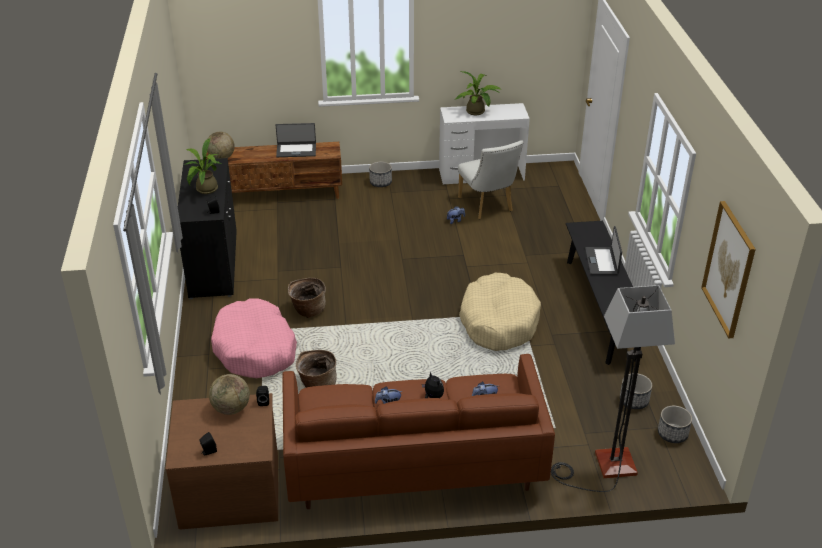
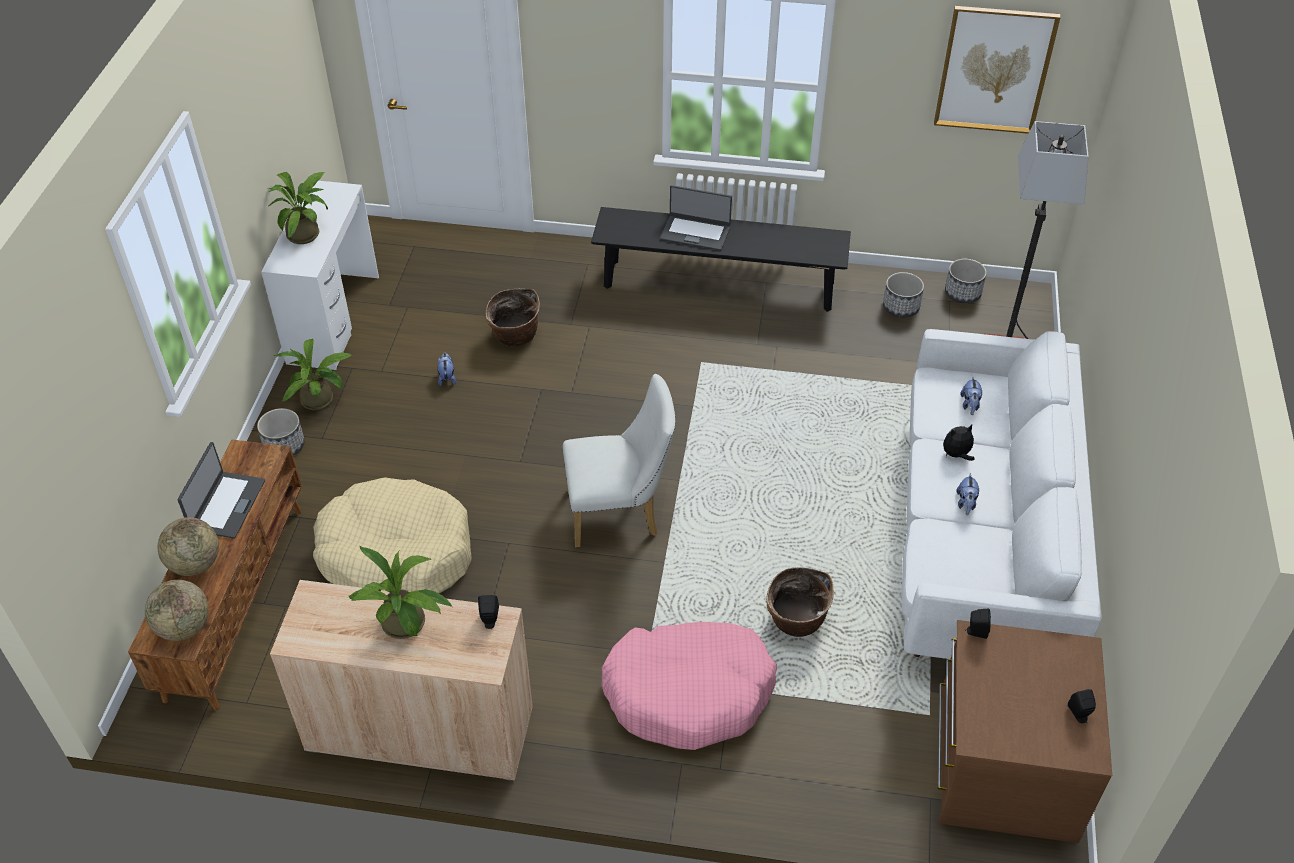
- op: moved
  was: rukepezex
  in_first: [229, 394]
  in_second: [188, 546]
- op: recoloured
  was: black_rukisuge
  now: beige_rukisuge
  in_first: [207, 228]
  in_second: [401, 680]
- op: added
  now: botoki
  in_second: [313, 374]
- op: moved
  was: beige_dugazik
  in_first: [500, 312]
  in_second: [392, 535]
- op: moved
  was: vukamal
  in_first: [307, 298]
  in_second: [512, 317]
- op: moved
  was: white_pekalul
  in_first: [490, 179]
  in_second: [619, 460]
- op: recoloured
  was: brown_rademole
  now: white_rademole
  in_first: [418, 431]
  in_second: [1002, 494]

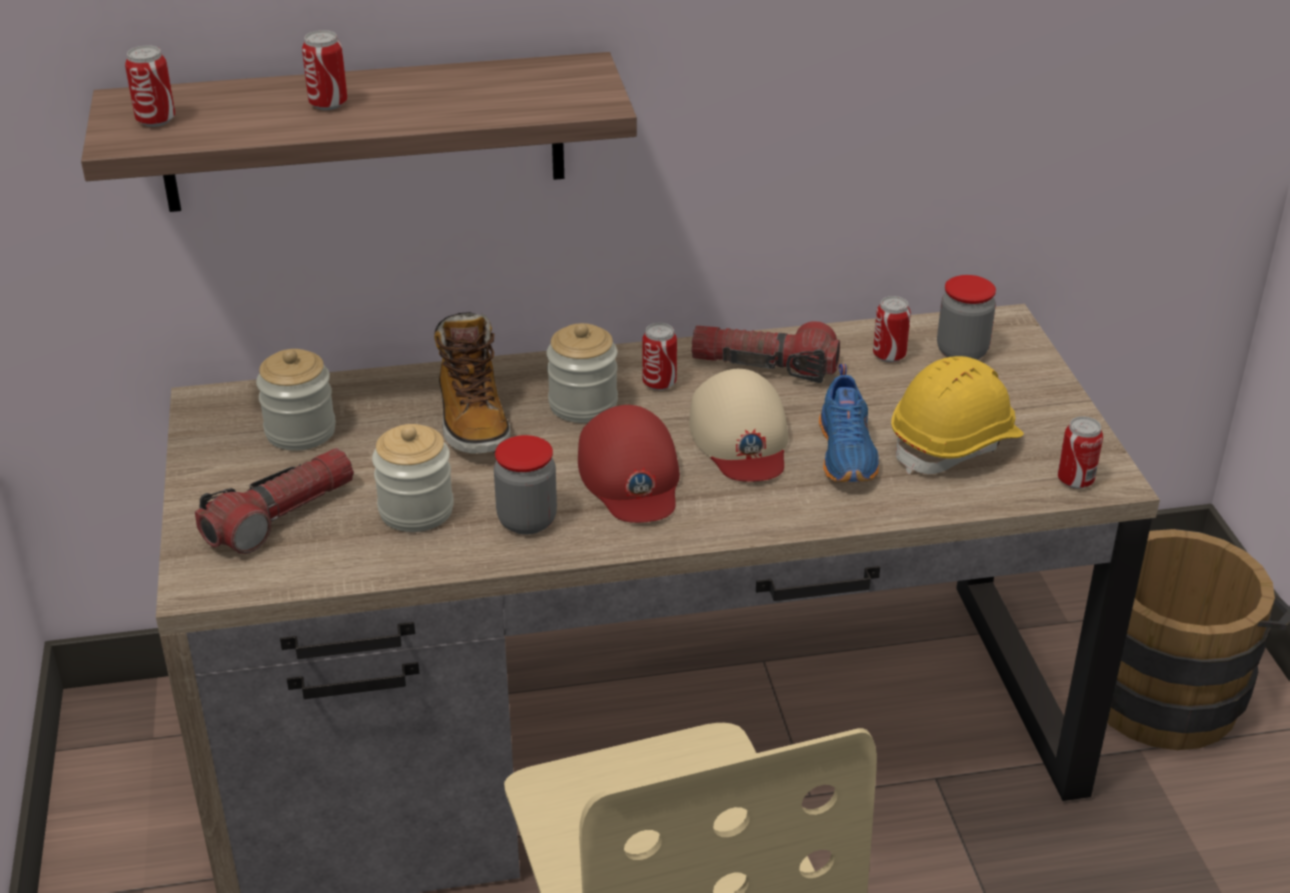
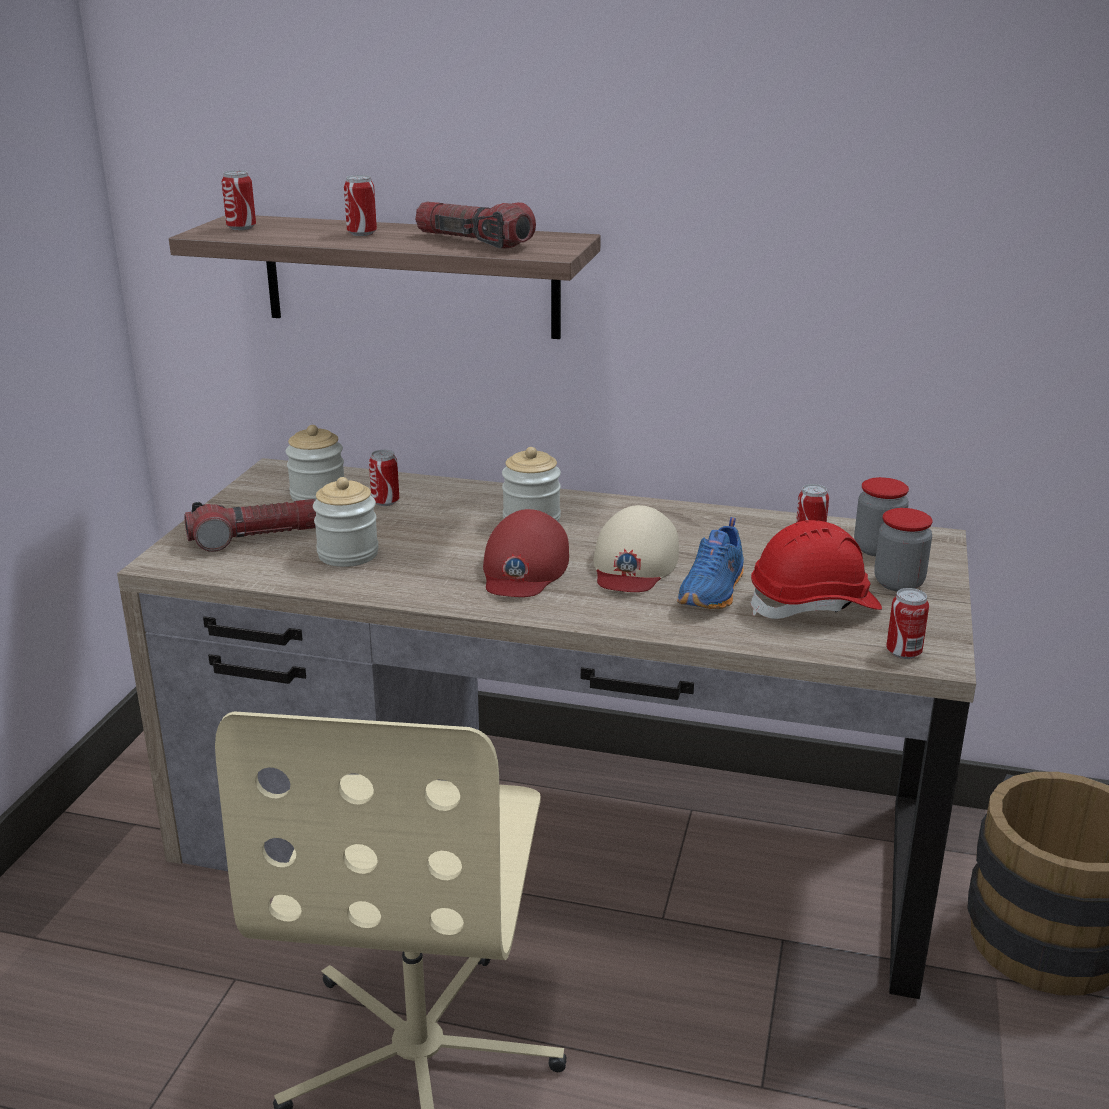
- op: moved
  was: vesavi
  in_first: [659, 357]
  in_second: [384, 478]
- op: moved
  was: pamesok
  in_first: [765, 352]
  in_second: [475, 225]
- op: recoloured
  was: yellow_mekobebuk
  now: red_mekobebuk
  in_first: [957, 415]
  in_second: [816, 569]
- op: moved
  was: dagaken
  in_first: [525, 485]
  in_second: [903, 549]
- op: removed
  was: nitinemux
  in_first: [472, 383]

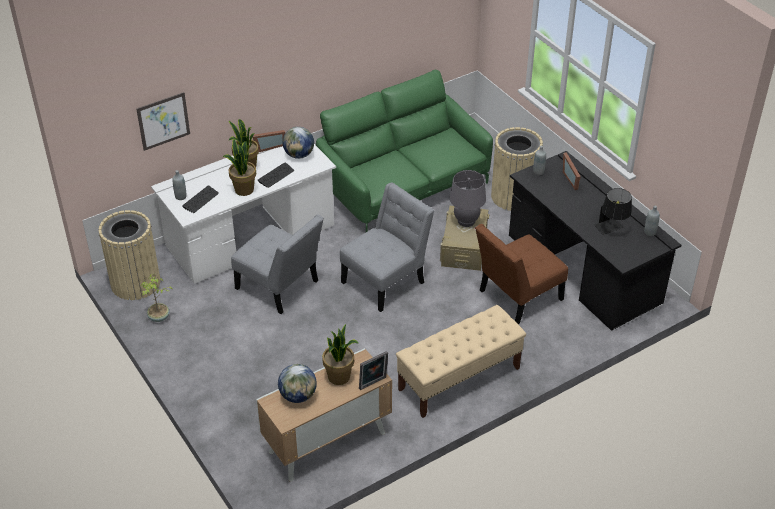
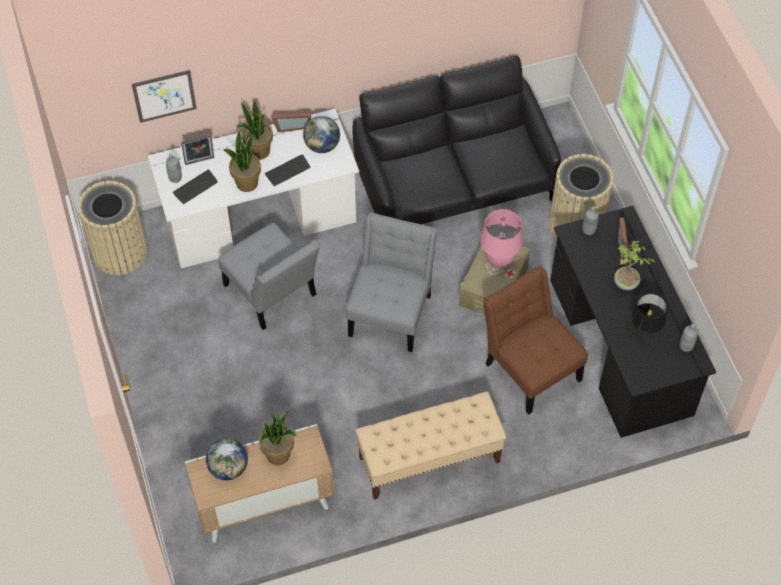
- op: moved
  was: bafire
  in_first: [373, 370]
  in_second: [197, 149]
- op: turned
  was: grey_pekalul
  in_first: [387, 247]
  in_second: [391, 282]
  clockwise: -45
- op: recoloured
  was: green_rademole
  now: black_rademole
  in_first: [404, 151]
  in_second: [456, 140]
- op: recoloured
  was: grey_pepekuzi
  now: pink_pepekuzi
  in_first: [468, 198]
  in_second: [501, 239]
- op: turned
  was: brown_pekalul
  in_first: [521, 274]
  in_second: [535, 340]
  clockwise: 75
- op: moved
  was: botoki
  in_first: [157, 298]
  in_second: [634, 265]

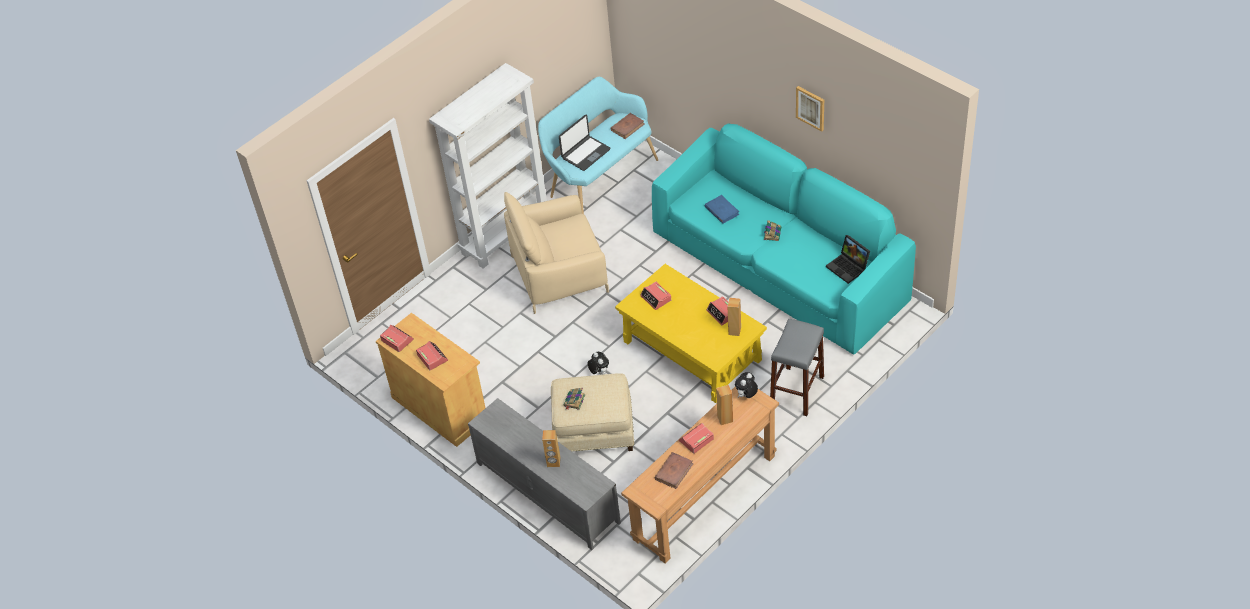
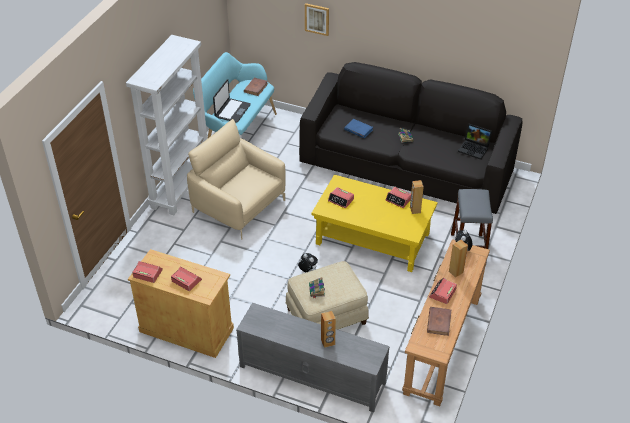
- op: turned
  was: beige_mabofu
  in_first: [556, 253]
  in_second: [236, 179]
  clockwise: 75
- op: recoloured
  was: turquoise_rademole
  now: black_rademole
  in_first: [784, 239]
  in_second: [411, 138]
- op: moved
  was: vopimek
  in_first: [810, 109]
  in_second: [317, 19]

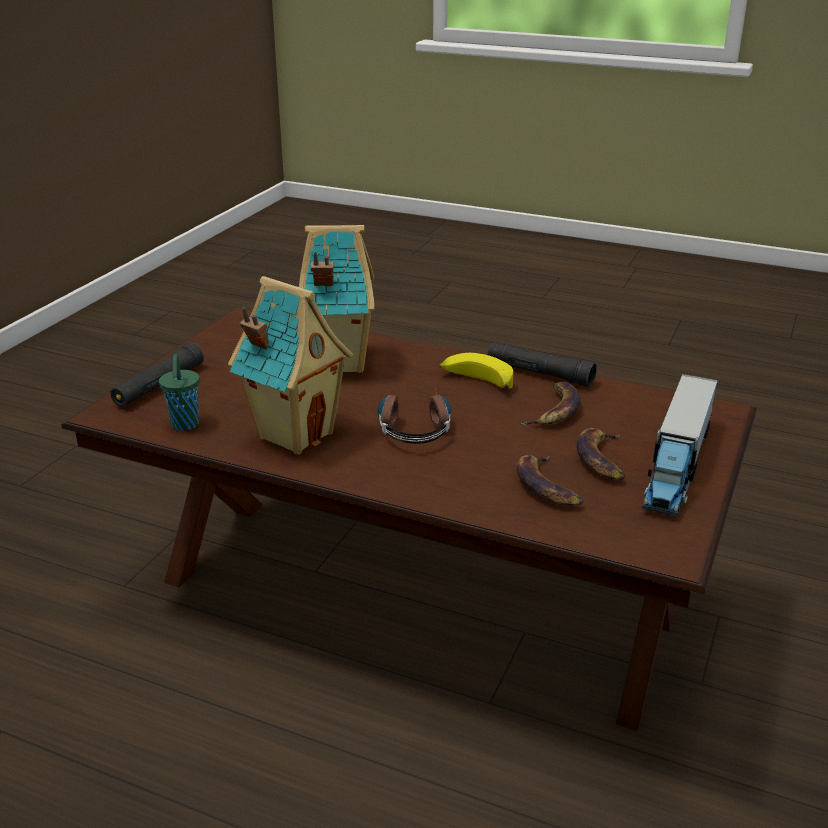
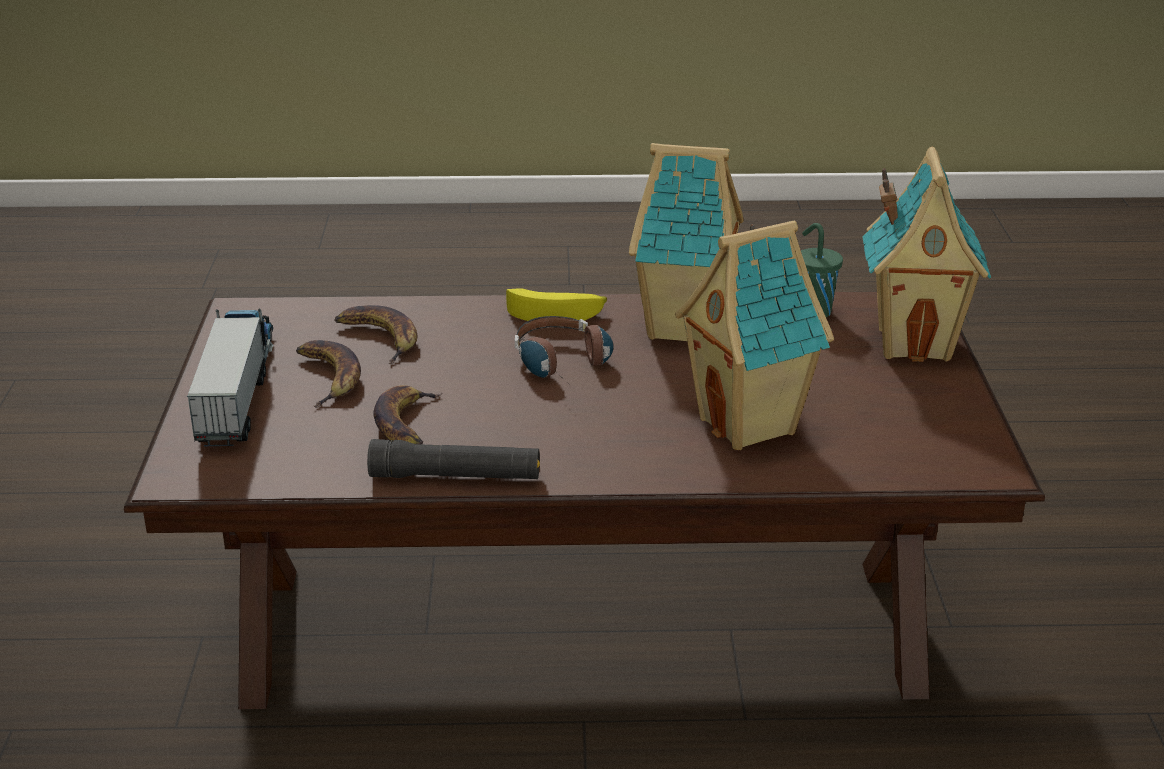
- op: moved
  was: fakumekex
  in_first: [476, 371]
  in_second: [556, 304]
- op: replaced
  was: black_pamesok
  now: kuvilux
  in_first: [157, 374]
  in_second: [926, 254]

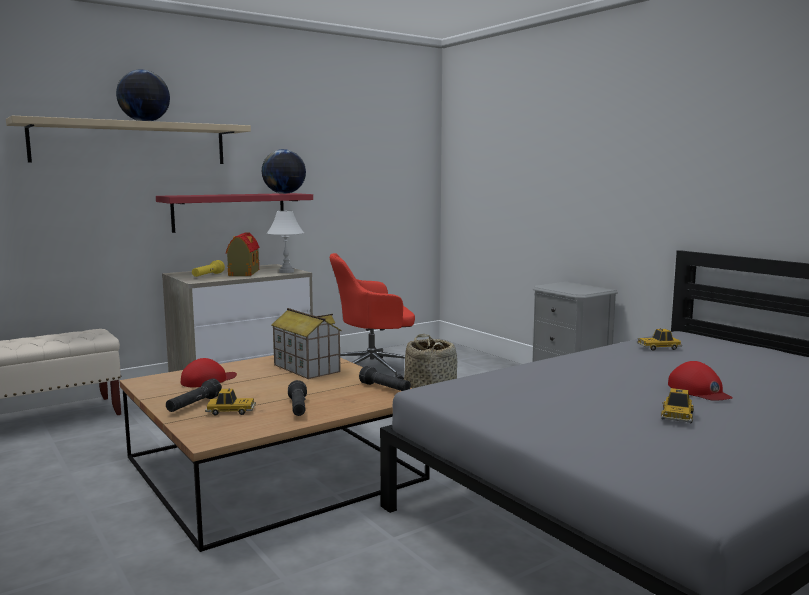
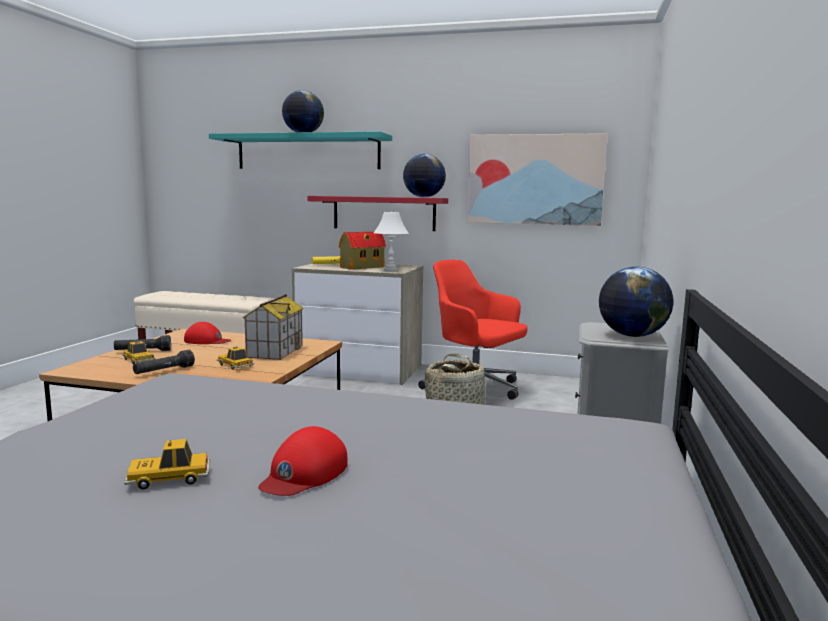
- op: recoloured
  was: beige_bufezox
  now: turquoise_bufezox
  in_first: [128, 140]
  in_second: [300, 150]
- op: moved
  was: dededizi
  in_first: [659, 339]
  in_second: [235, 358]
- op: added
  now: vopimek
  in_second: [538, 179]
- op: added
  now: rukepezex
  in_second: [636, 302]
- op: removed
  was: black_pamesok
  in_first: [385, 378]

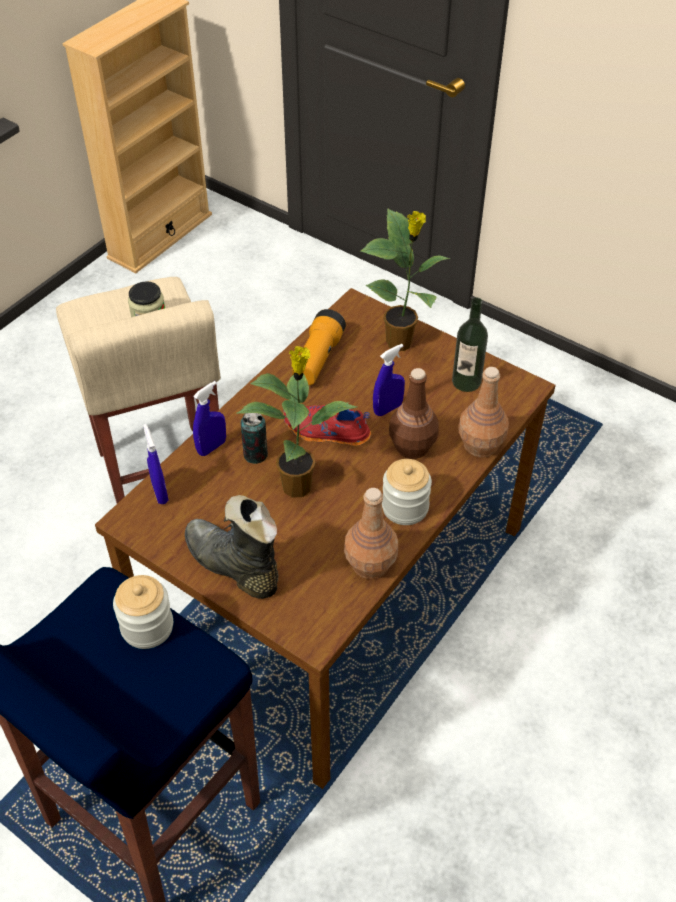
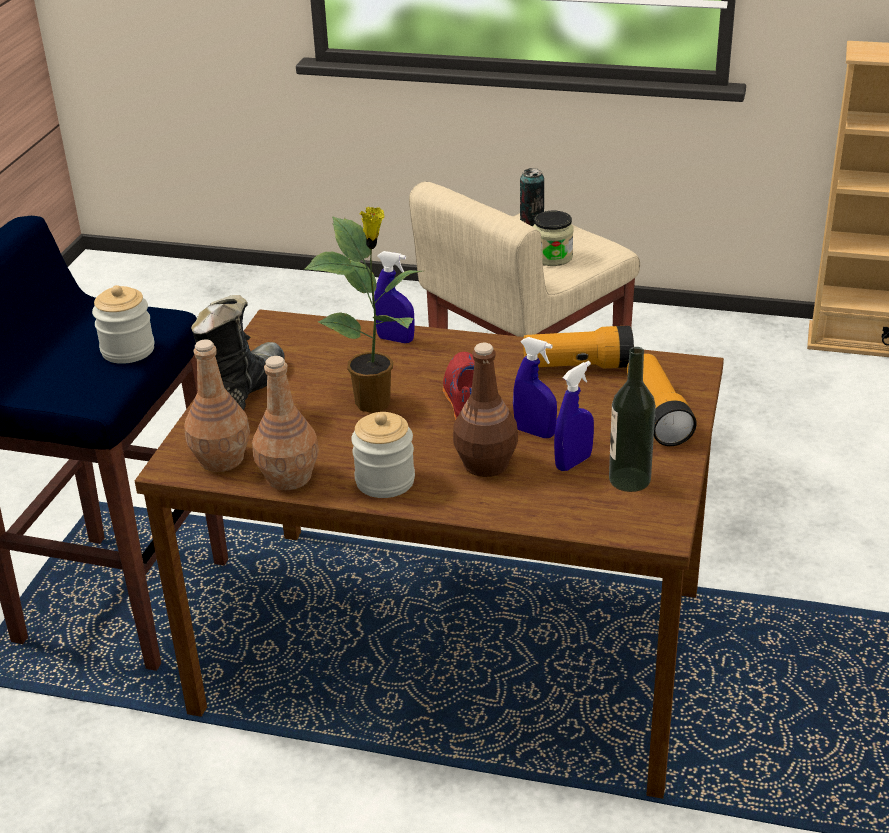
- op: moved
  was: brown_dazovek
  in_first: [483, 412]
  in_second: [217, 405]
- op: moved
  was: vesavi
  in_first: [254, 438]
  in_second: [532, 197]
- op: moved
  was: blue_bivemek
  in_first: [156, 464]
  in_second: [574, 416]
- op: replaced
  was: botoki
  now: pamesok
  in_first: [405, 279]
  in_second: [662, 400]

